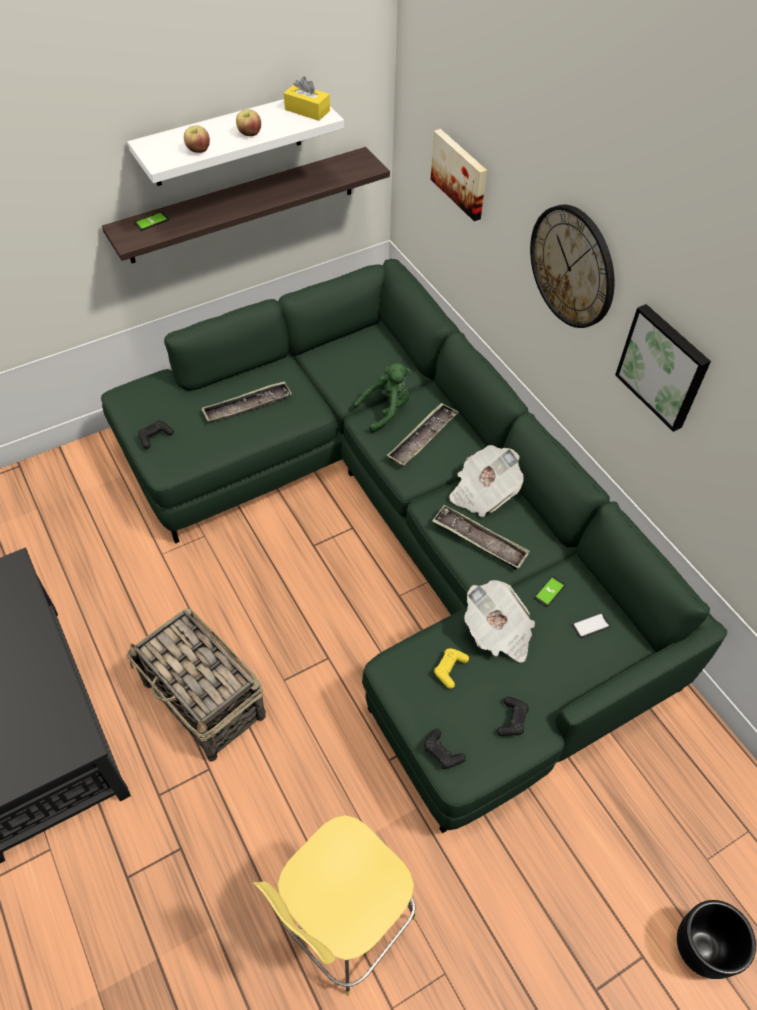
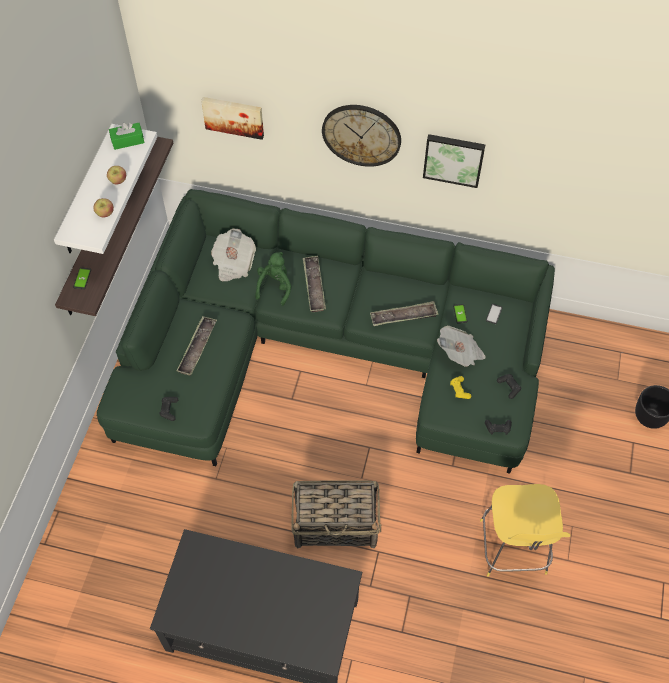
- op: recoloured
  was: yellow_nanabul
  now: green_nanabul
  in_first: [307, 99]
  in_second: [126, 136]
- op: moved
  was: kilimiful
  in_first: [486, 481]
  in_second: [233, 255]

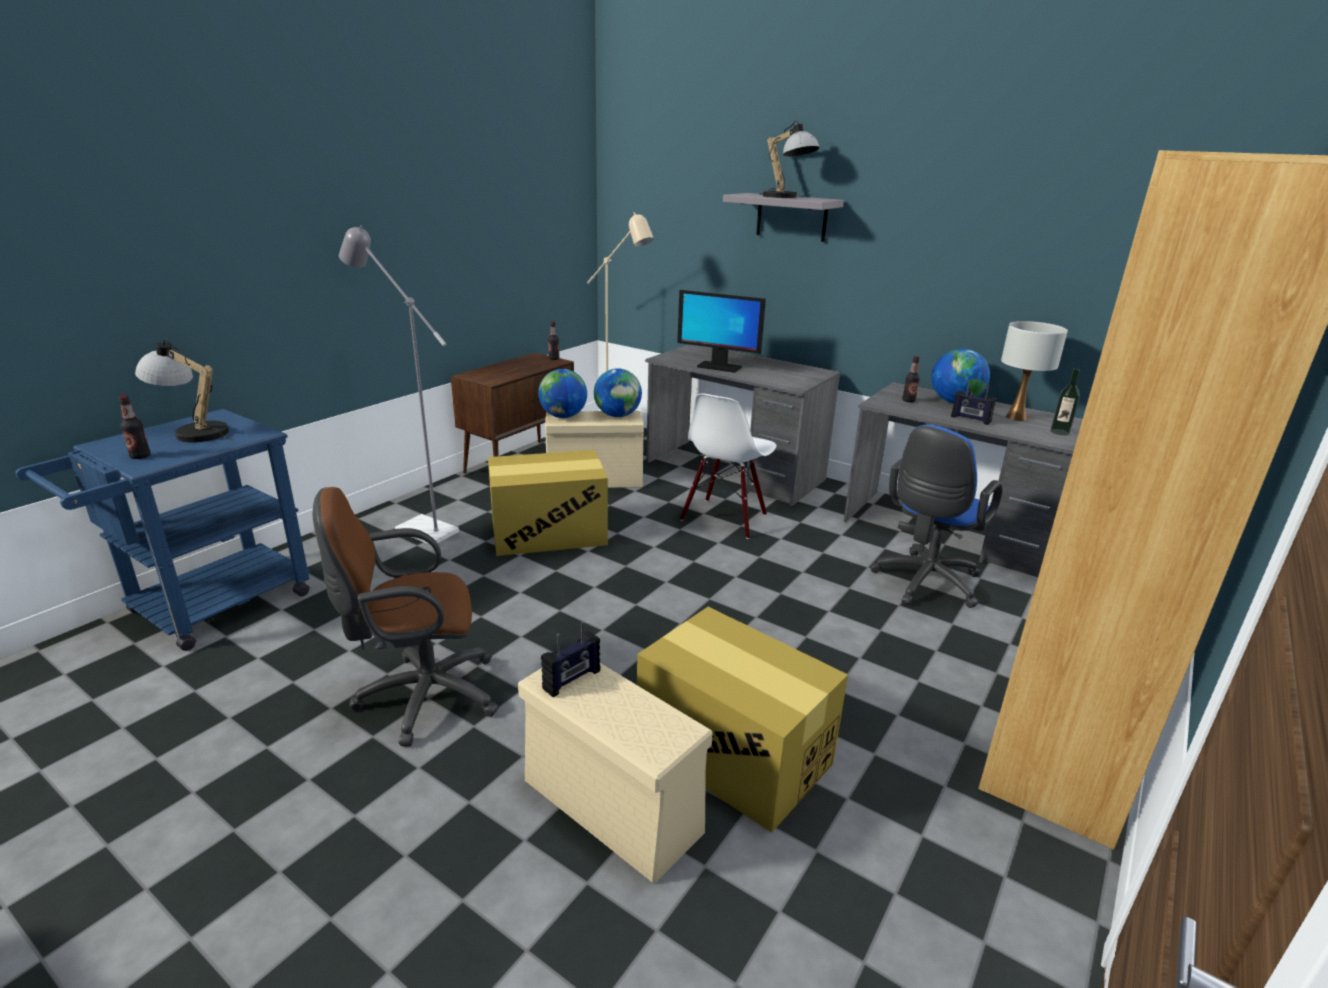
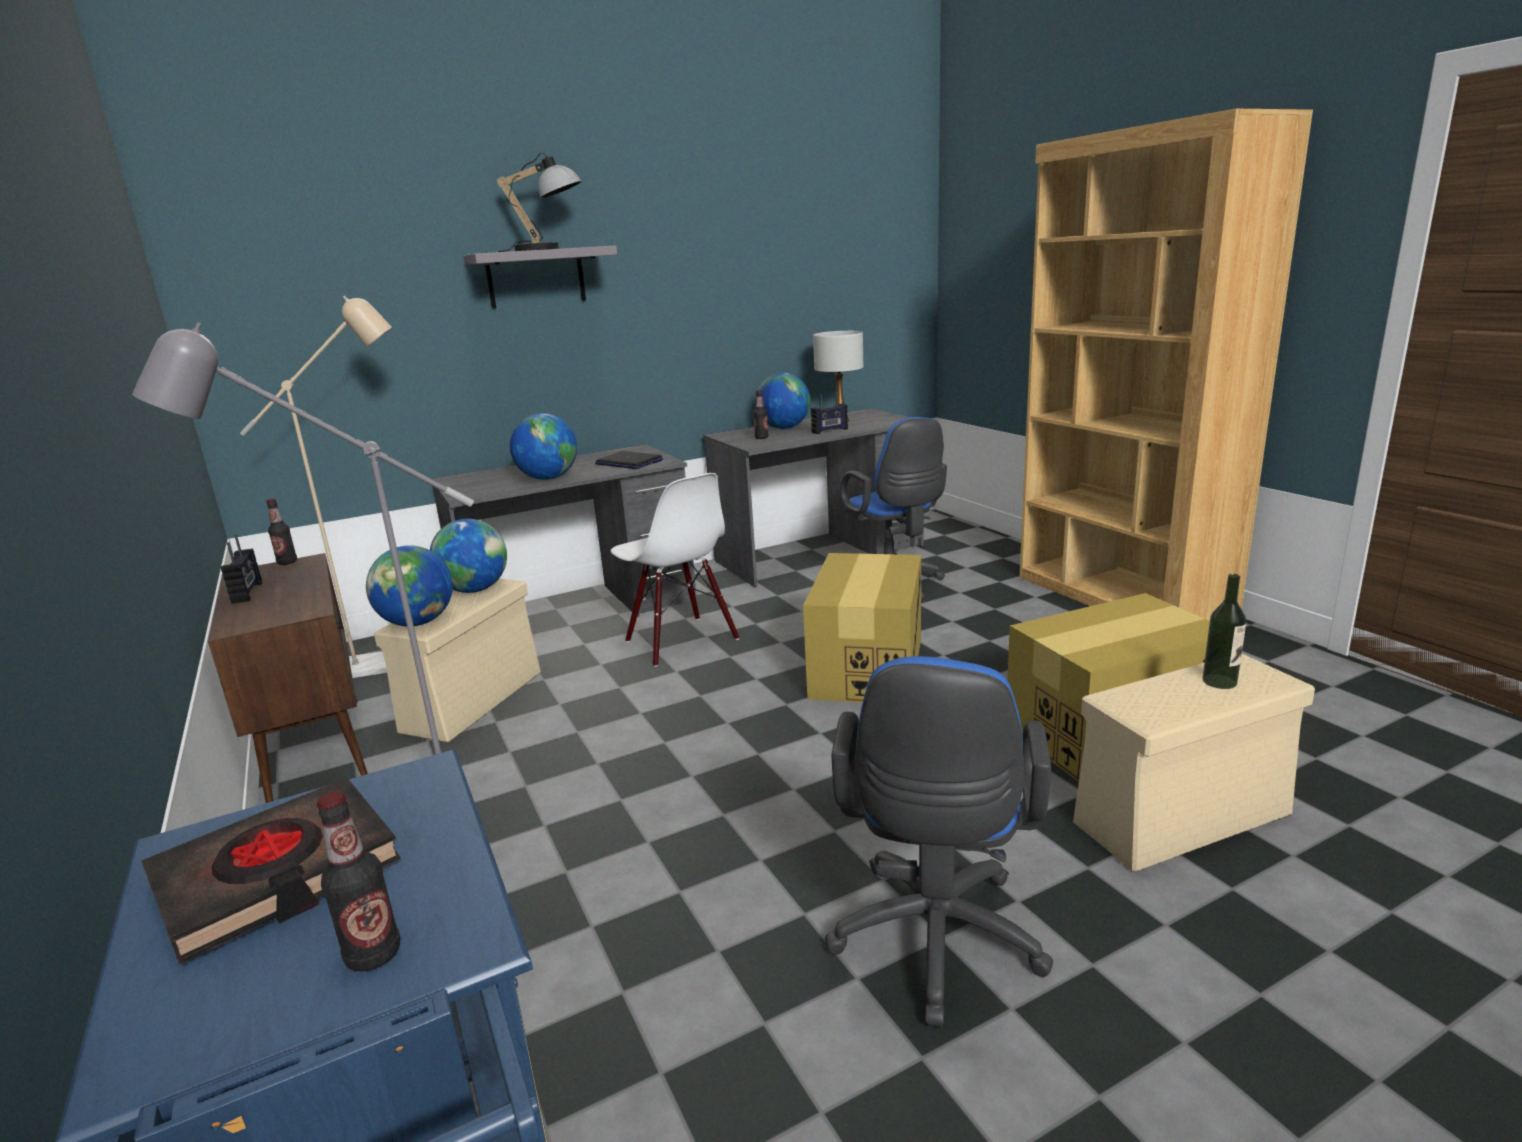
- op: replaced
  was: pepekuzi
  now: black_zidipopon
  in_first: [184, 391]
  in_second: [271, 871]
- op: moved
  was: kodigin
  in_first: [570, 659]
  in_second: [241, 569]
- op: replaced
  was: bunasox
  now: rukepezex
  in_first: [721, 331]
  in_second: [543, 446]
- op: added
  now: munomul
  in_second: [629, 460]
- op: moved
  was: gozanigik
  in_first: [548, 503]
  in_second: [862, 628]
- op: recoloured
  was: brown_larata
  now: blue_larata
  in_first: [406, 617]
  in_second: [939, 841]
- op: moved
  was: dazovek
  in_first: [1065, 401]
  in_second: [1224, 631]

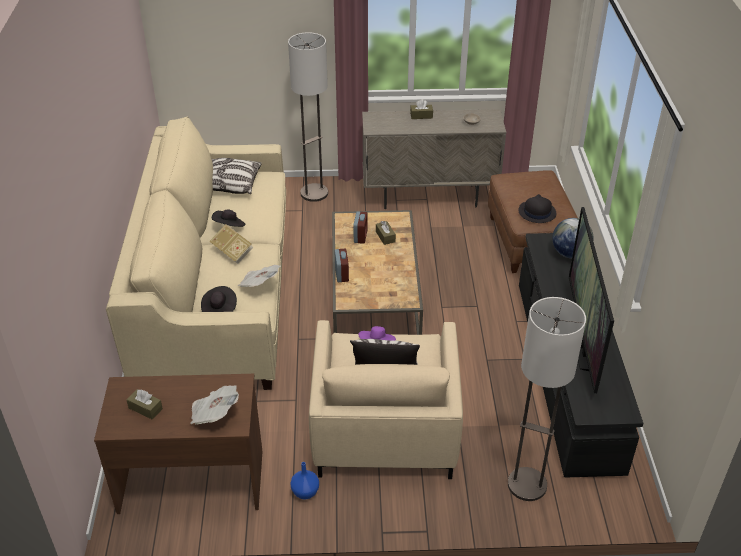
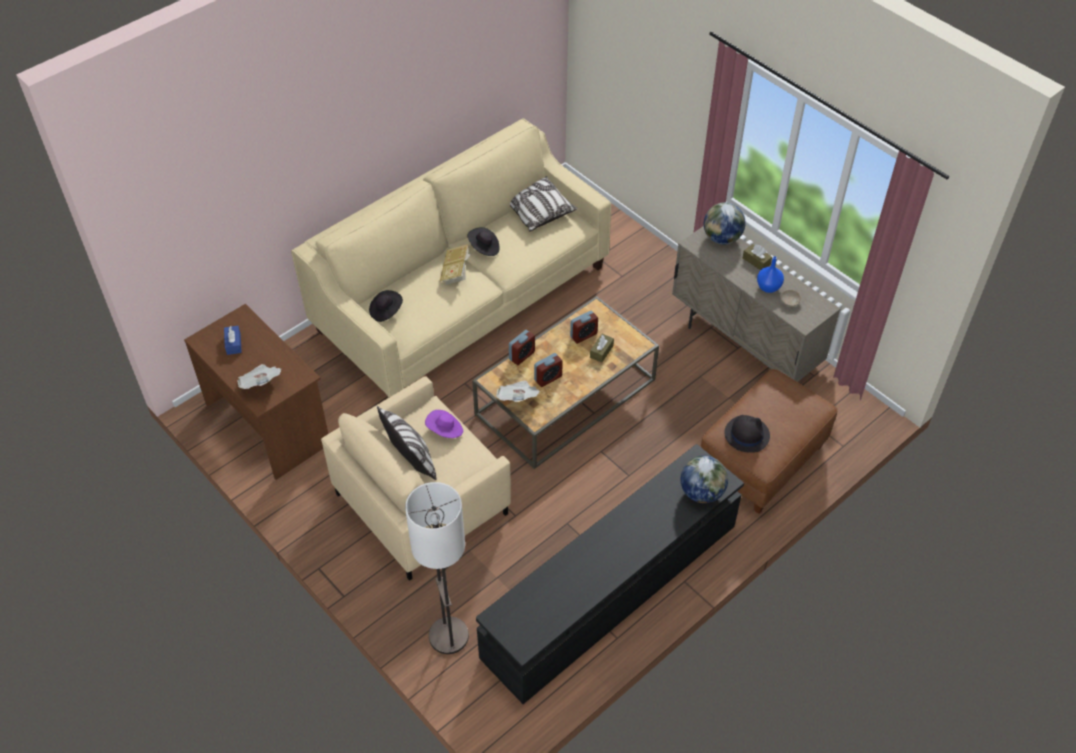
- op: recoloured
  was: brown_nanabul
  now: blue_nanabul
  in_first: [144, 404]
  in_second: [233, 340]
- op: moved
  was: kilimiful
  in_first: [259, 276]
  in_second: [518, 391]
- op: added
  now: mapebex
  in_second: [548, 370]
- op: added
  now: rukepezex
  in_second: [725, 223]
- op: moved
  was: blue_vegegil
  in_first: [304, 480]
  in_second: [770, 274]
- op: removed
  was: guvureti
  in_first: [308, 117]
- op: removed
  was: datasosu
  in_first: [591, 300]

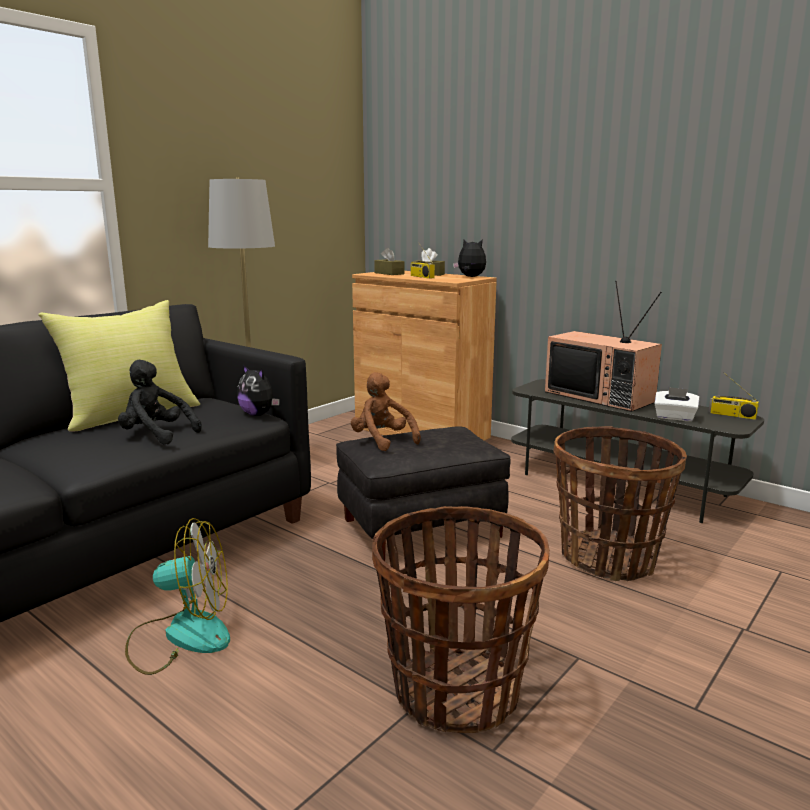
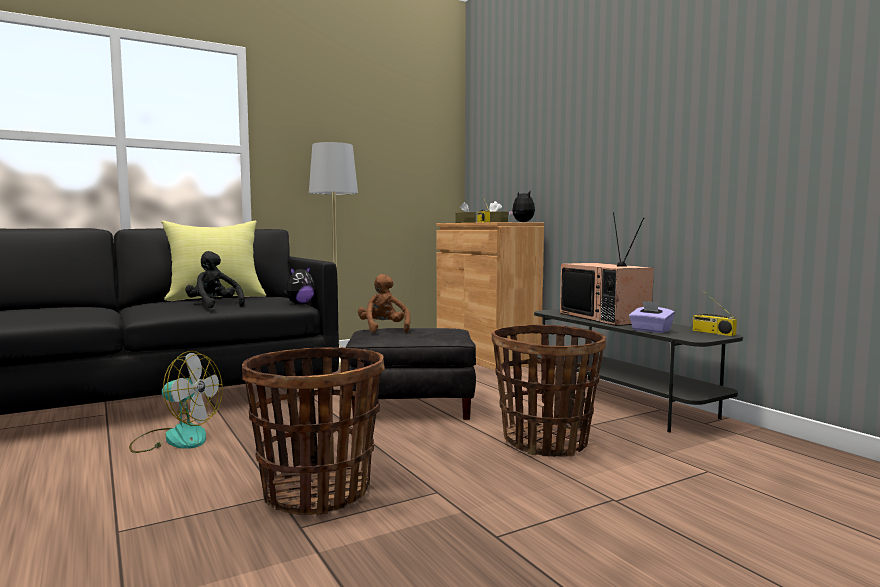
- op: turned
  was: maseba
  in_first: [258, 390]
  in_second: [299, 285]
  clockwise: -105
- op: recoloured
  was: white_nanabul
  now: purple_nanabul
  in_first: [676, 404]
  in_second: [652, 317]

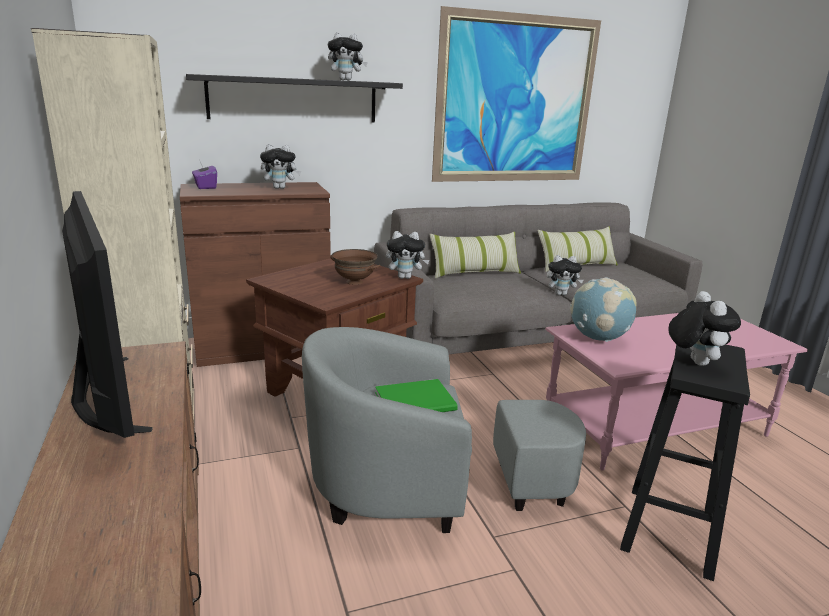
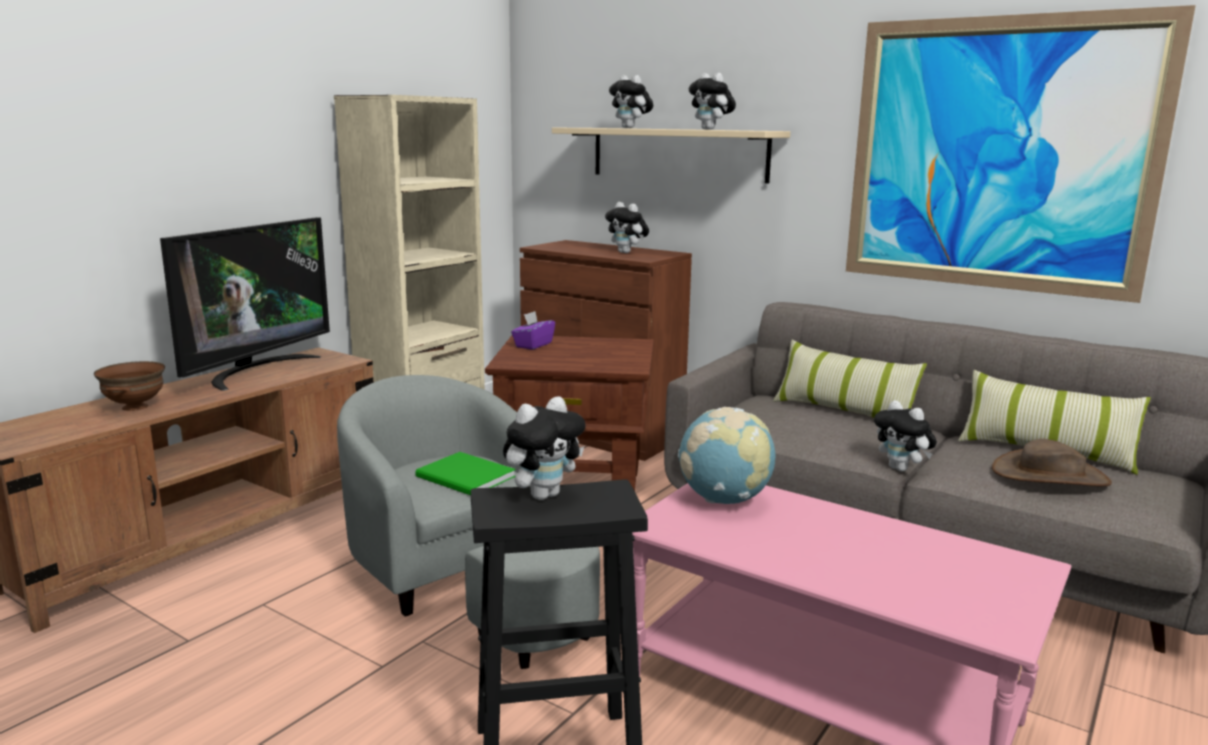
- op: moved
  was: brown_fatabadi
  in_first: [355, 267]
  in_second: [129, 386]
- op: moved
  was: purple_nanabul
  in_first: [204, 175]
  in_second: [533, 330]
- op: recoloured
  was: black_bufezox
  now: beige_bufezox
  in_first: [294, 98]
  in_second: [671, 156]
- op: moved
  was: maseba
  in_first: [408, 255]
  in_second: [631, 101]
- op: added
  now: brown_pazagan
  in_second: [1052, 463]

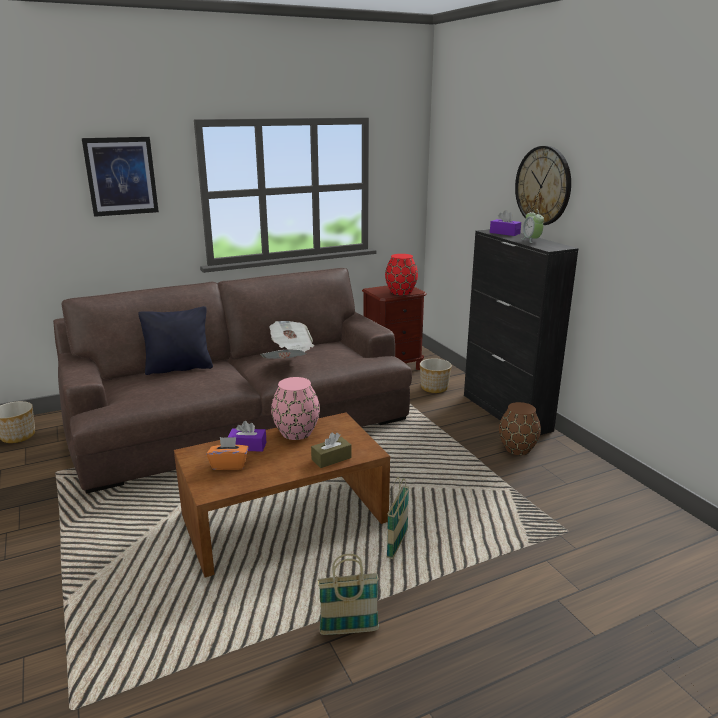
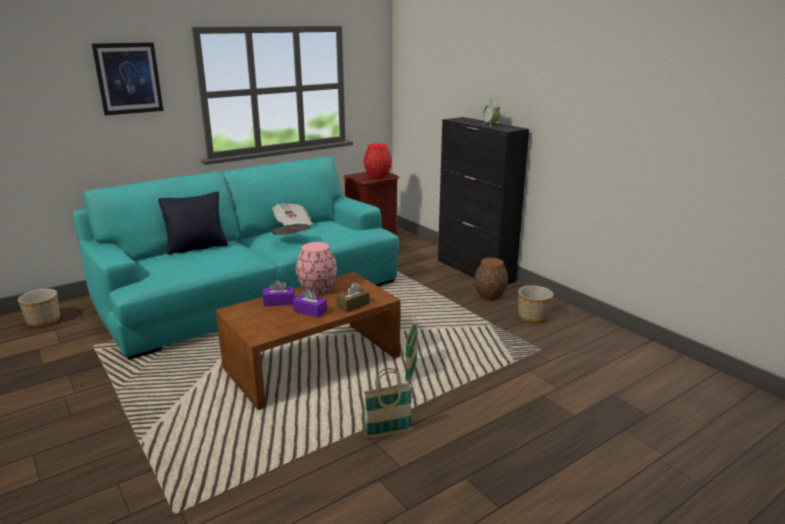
- op: recoloured
  was: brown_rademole
  now: turquoise_rademole
  in_first: [232, 381]
  in_second: [236, 258]
- op: moved
  was: purple_nanabul
  in_first: [505, 223]
  in_second: [310, 303]
- op: moved
  was: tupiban
  in_first: [436, 375]
  in_second: [535, 304]
- op: removed
  was: orange_nanabul
  in_first: [228, 453]
- op: removed
  was: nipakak
  in_first: [543, 185]

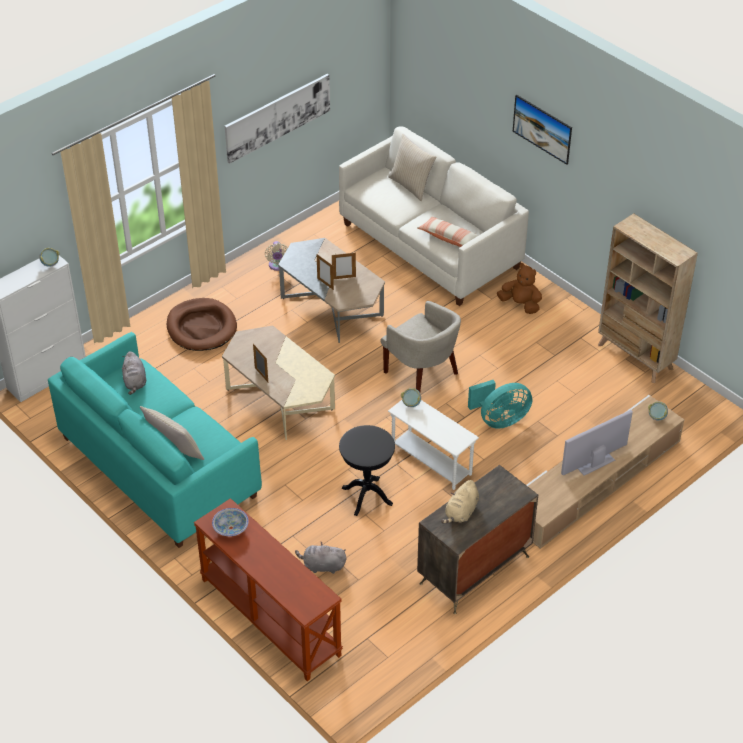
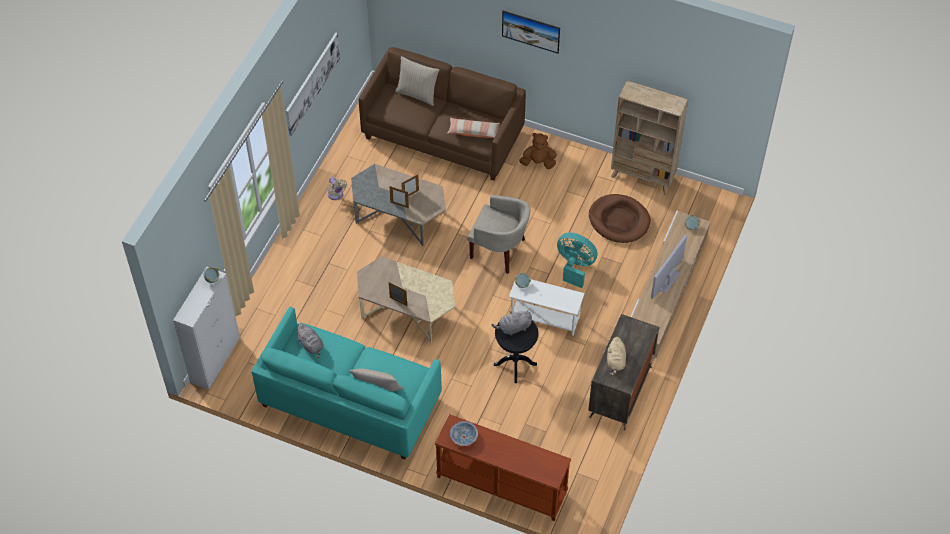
- op: recoloured
  was: white_rademole
  now: brown_rademole
  in_first: [434, 216]
  in_second: [442, 114]
- op: moved
  was: grey_maseba
  in_first: [320, 558]
  in_second: [512, 323]
- op: turned
  was: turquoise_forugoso
  in_first: [500, 404]
  in_second: [577, 260]
  clockwise: -105
- op: moved
  was: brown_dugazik
  in_first: [202, 324]
  in_second: [620, 218]

